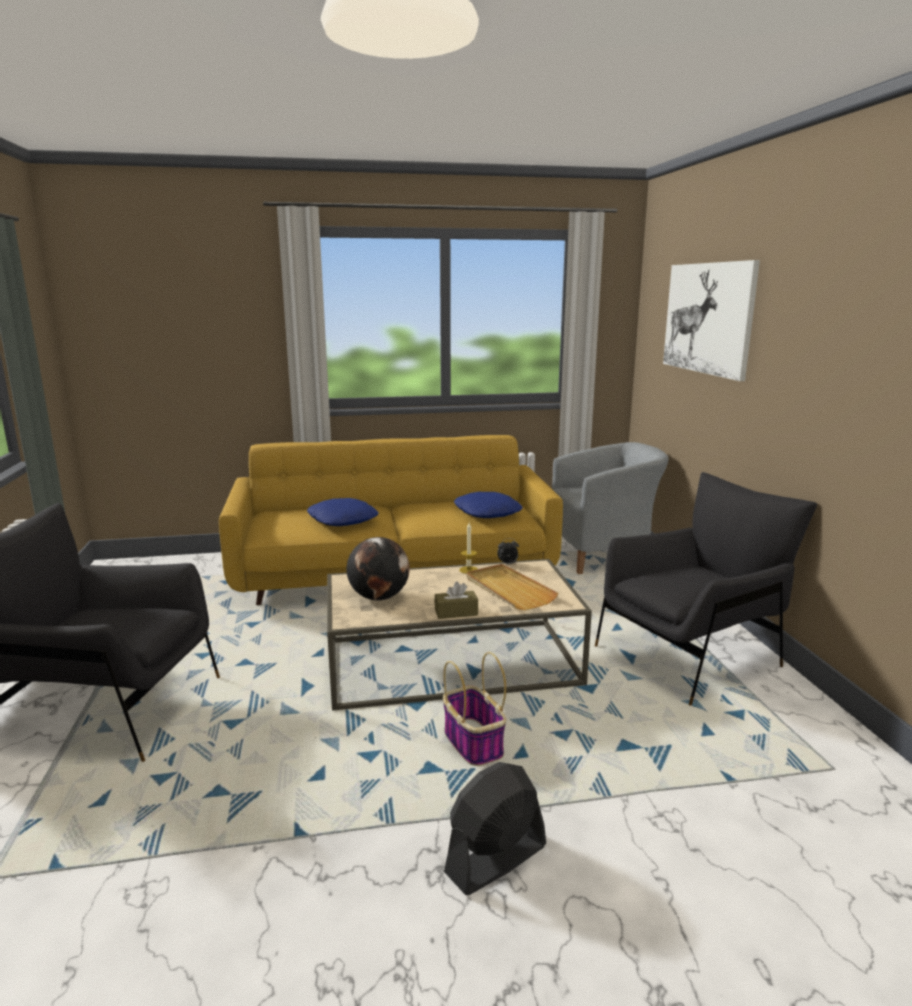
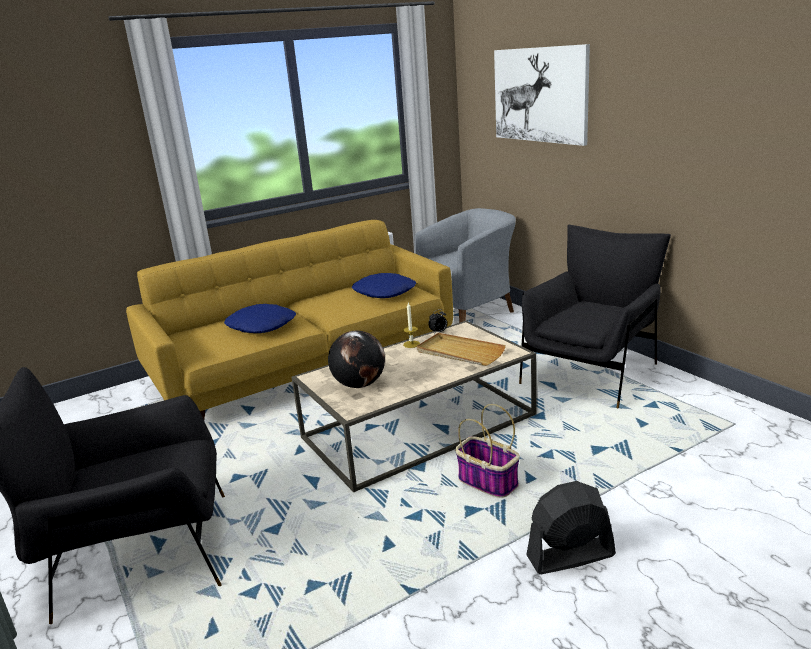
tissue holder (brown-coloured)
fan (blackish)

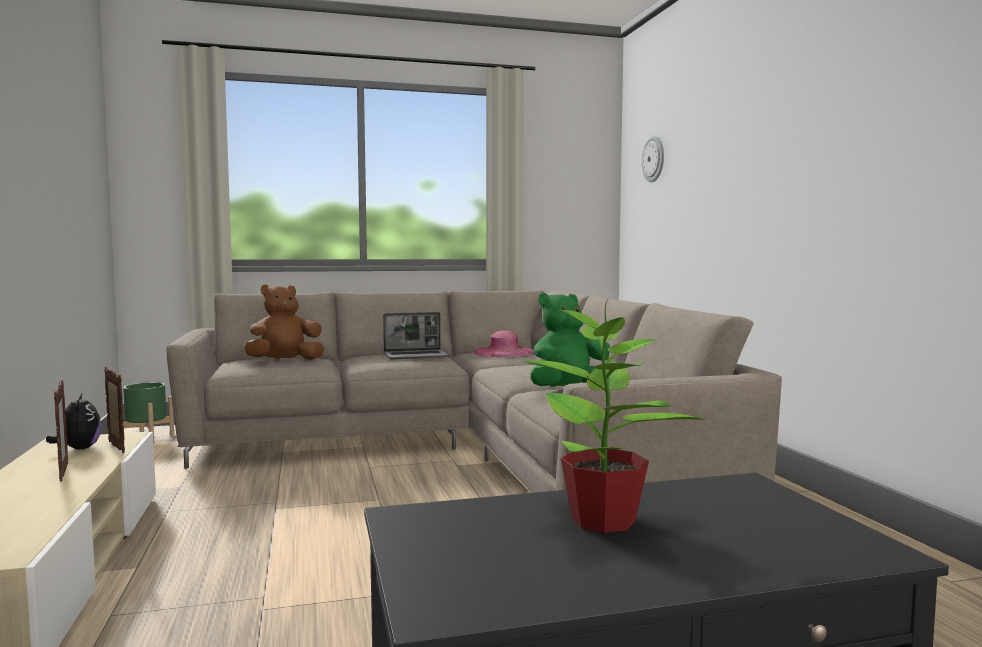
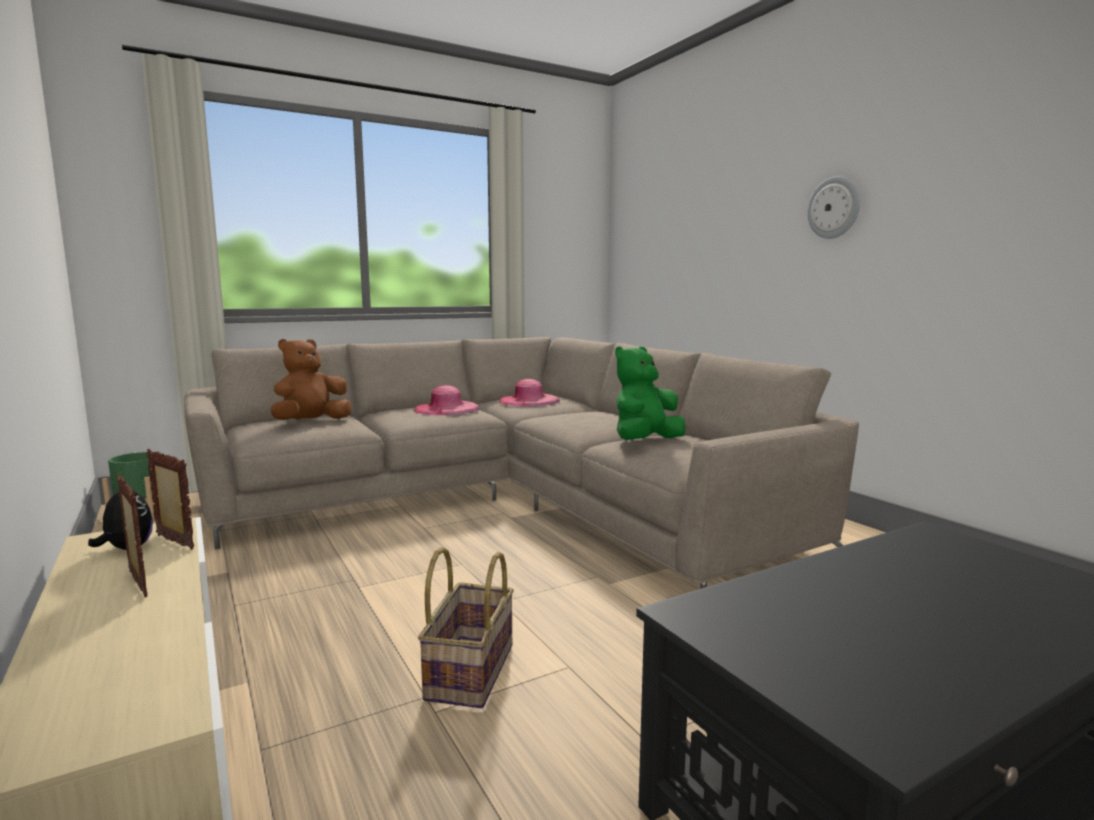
plant in a pot
storage basket
wall clock
hat (pink) (1st from left)

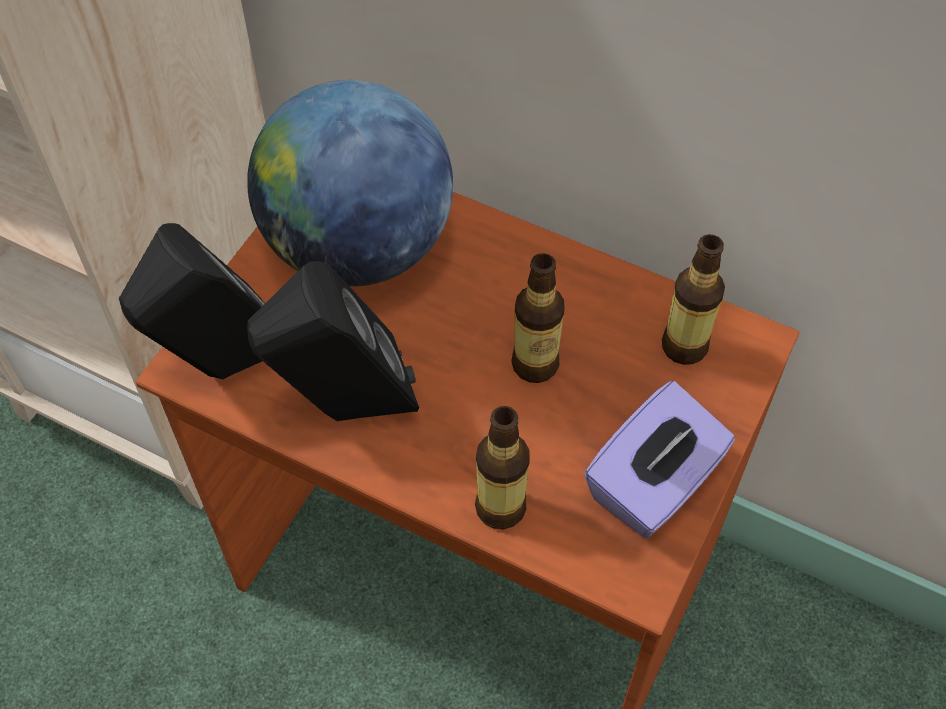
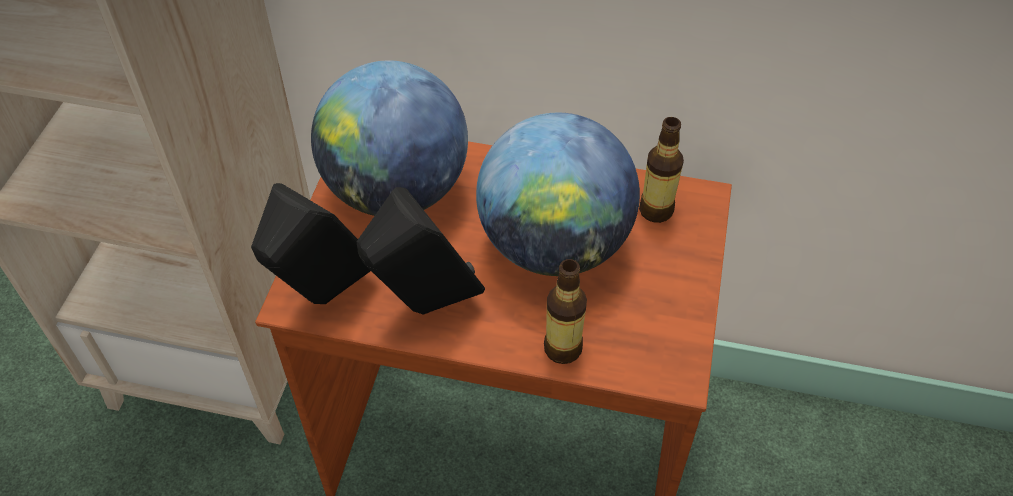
tissue holder (purple-coloured)
desk globe (2nd from left)

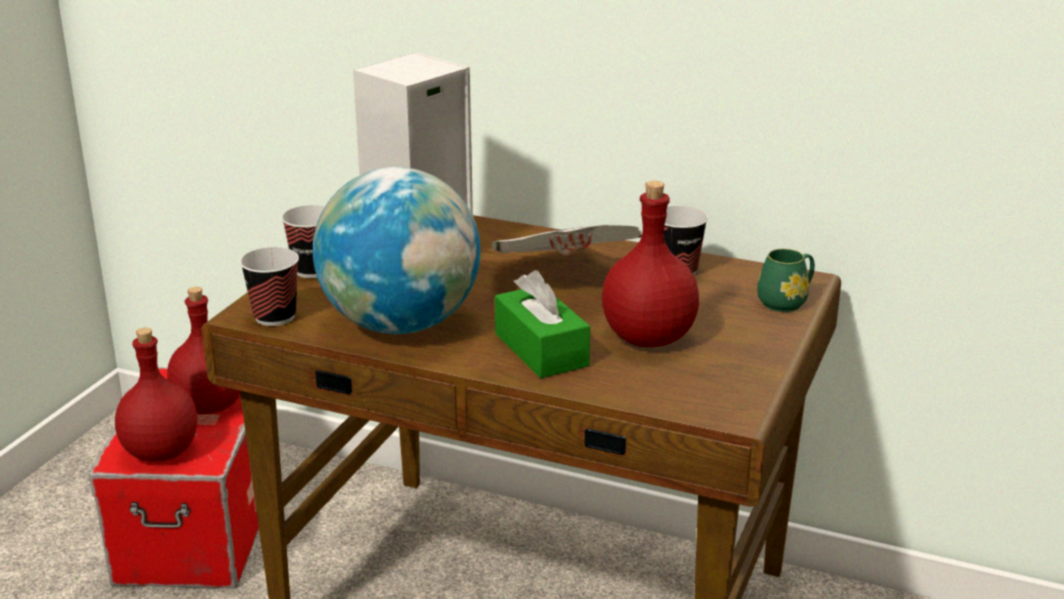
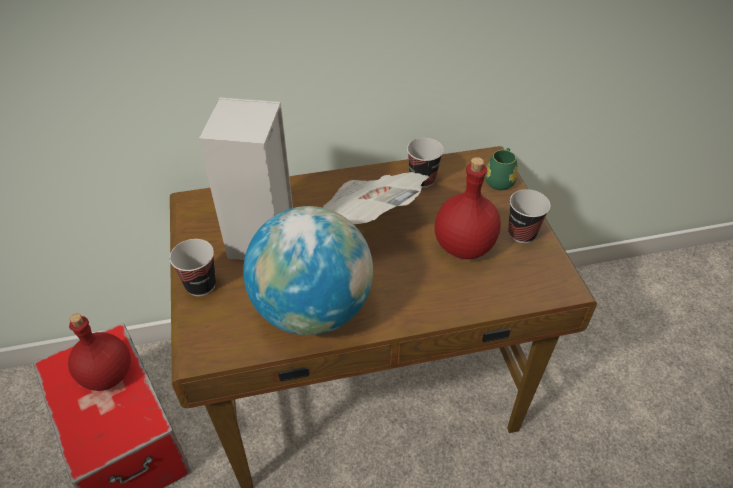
beverage bottle (red-coloured) (1st from left in the first image)
tissue holder (green)
cup (3rd from left)

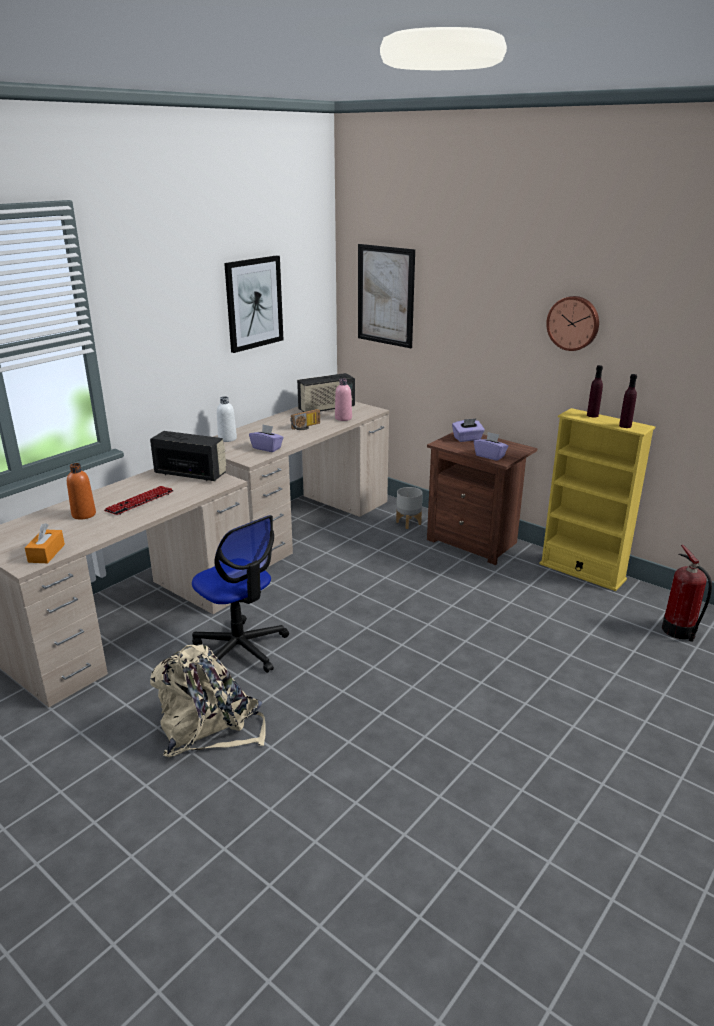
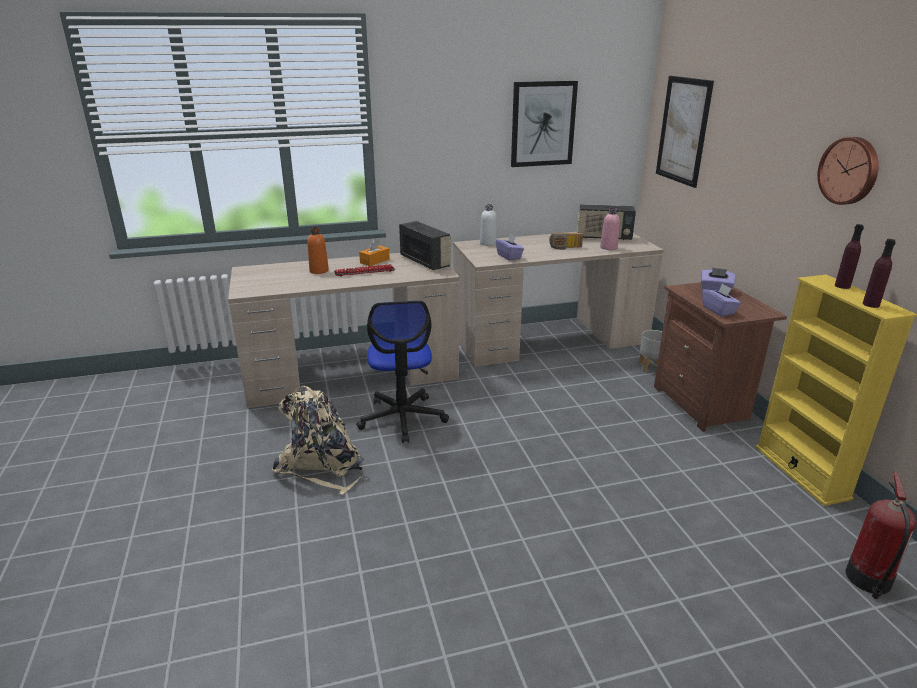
tissue holder (orange-coloured)

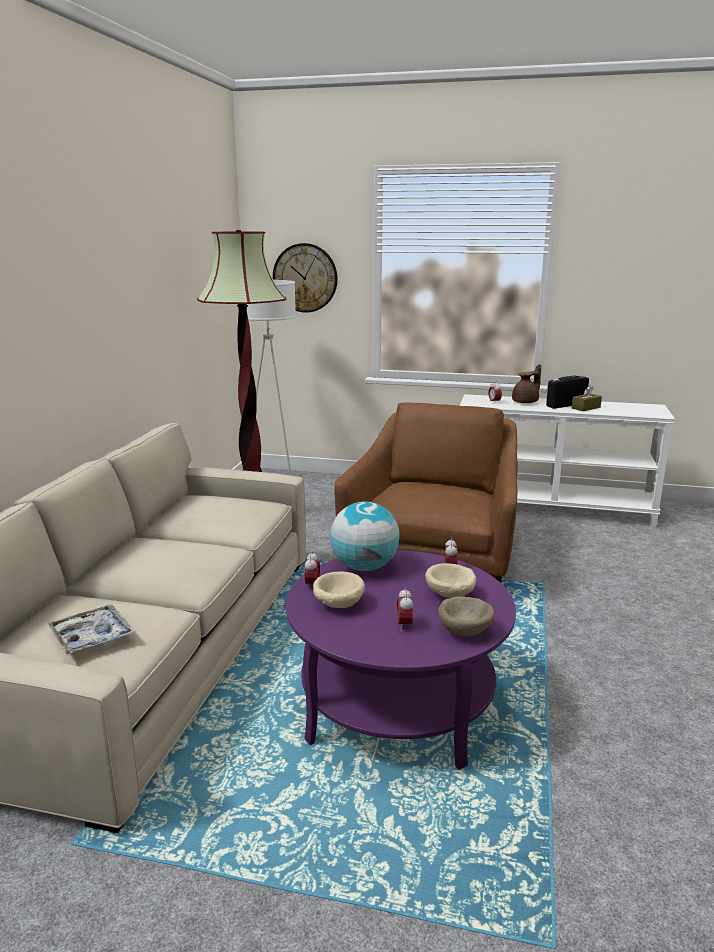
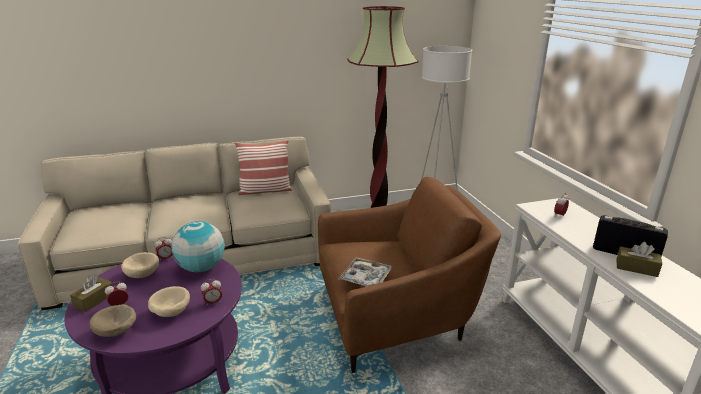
wall clock
tea pot (brown-coloured)
tissue holder (brown-coloured) (1st from left)
cushion
tray

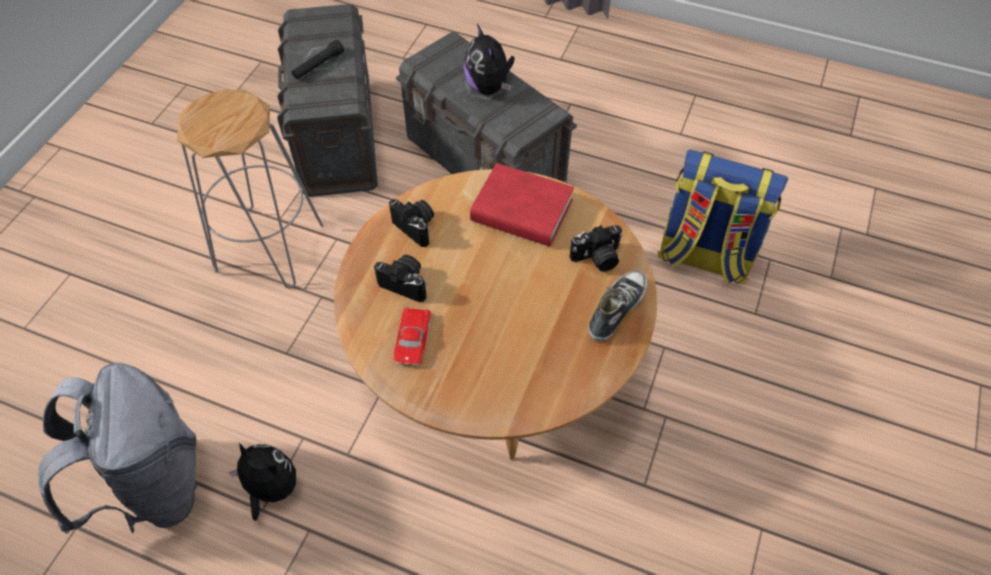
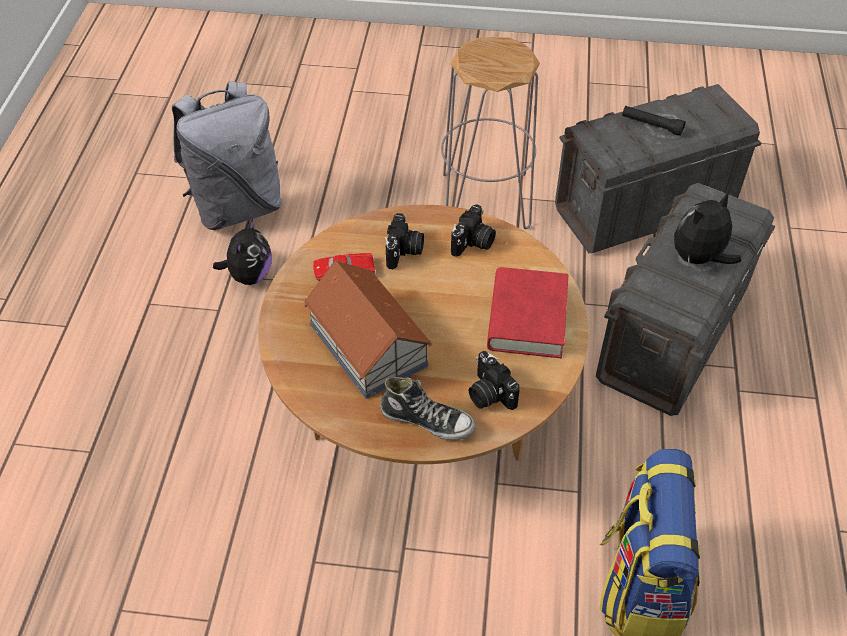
miniature house

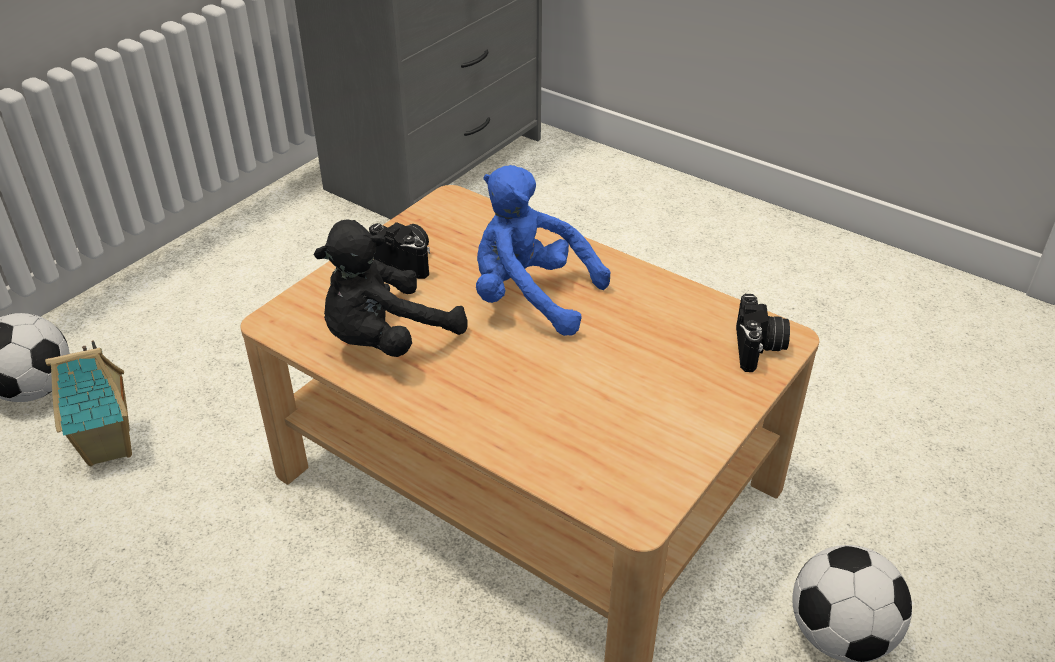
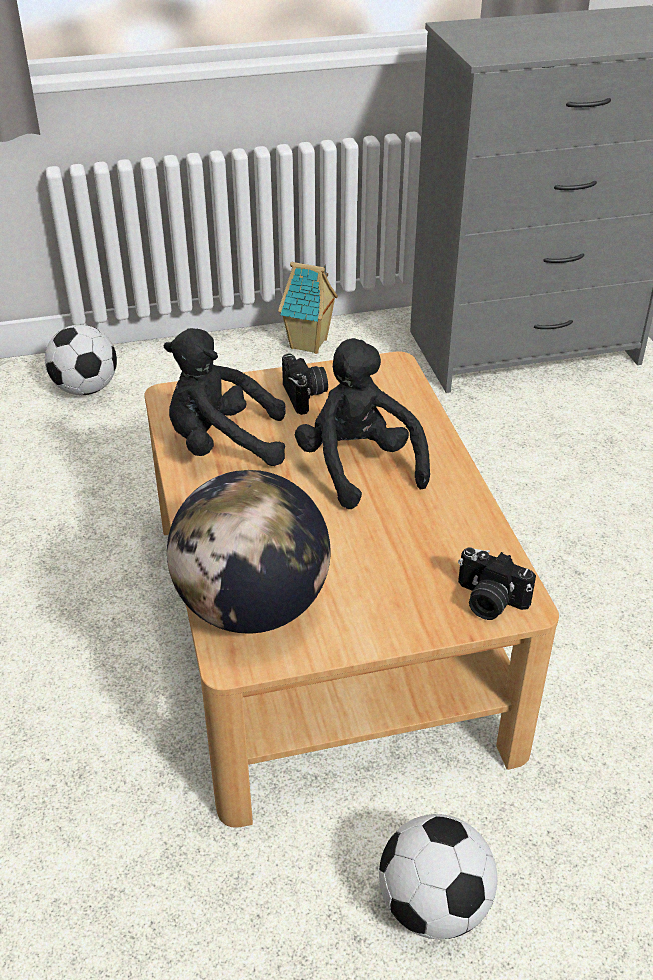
desk globe
miniature house
cuddly toy (blackish) (2nd from left)
still camera (2nd from left)

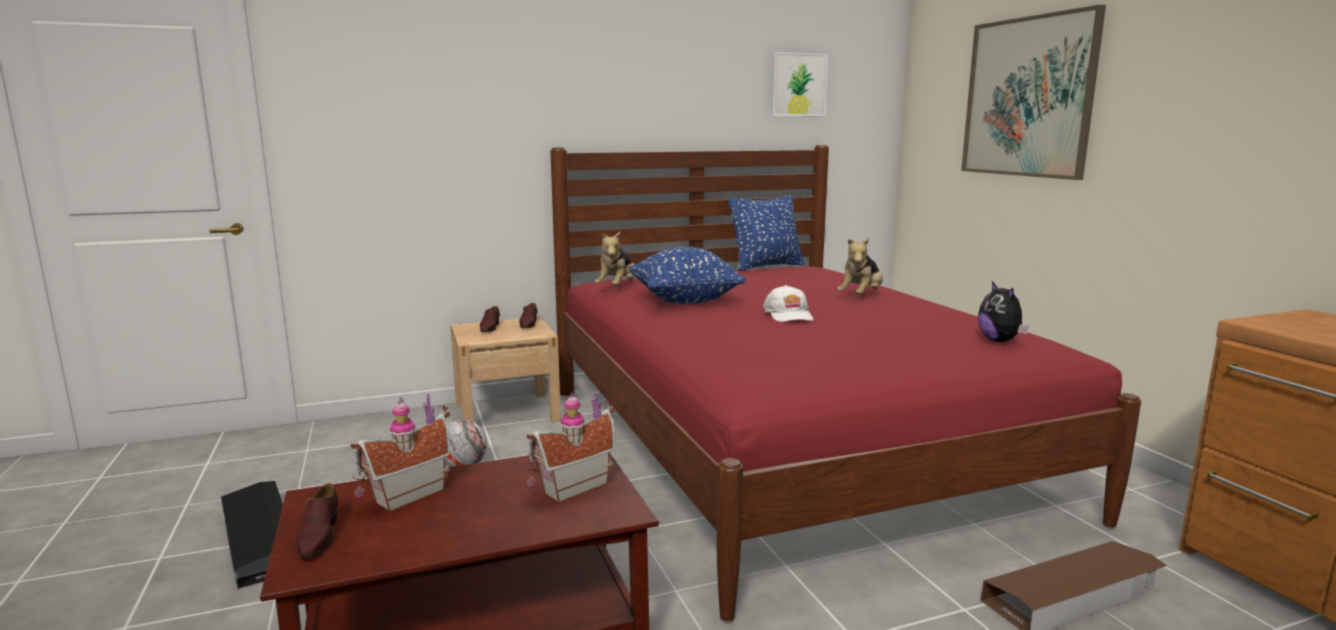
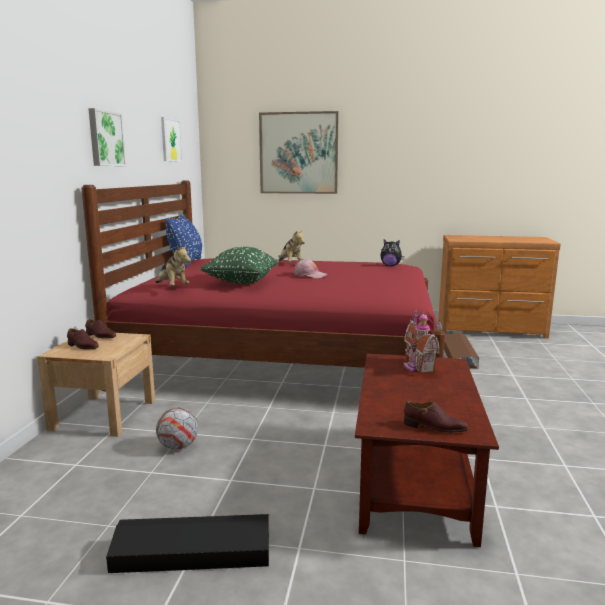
miniature house (1st from left in the first image)
picture (1st from left)
cushion (green)
baseball cap (pink)

